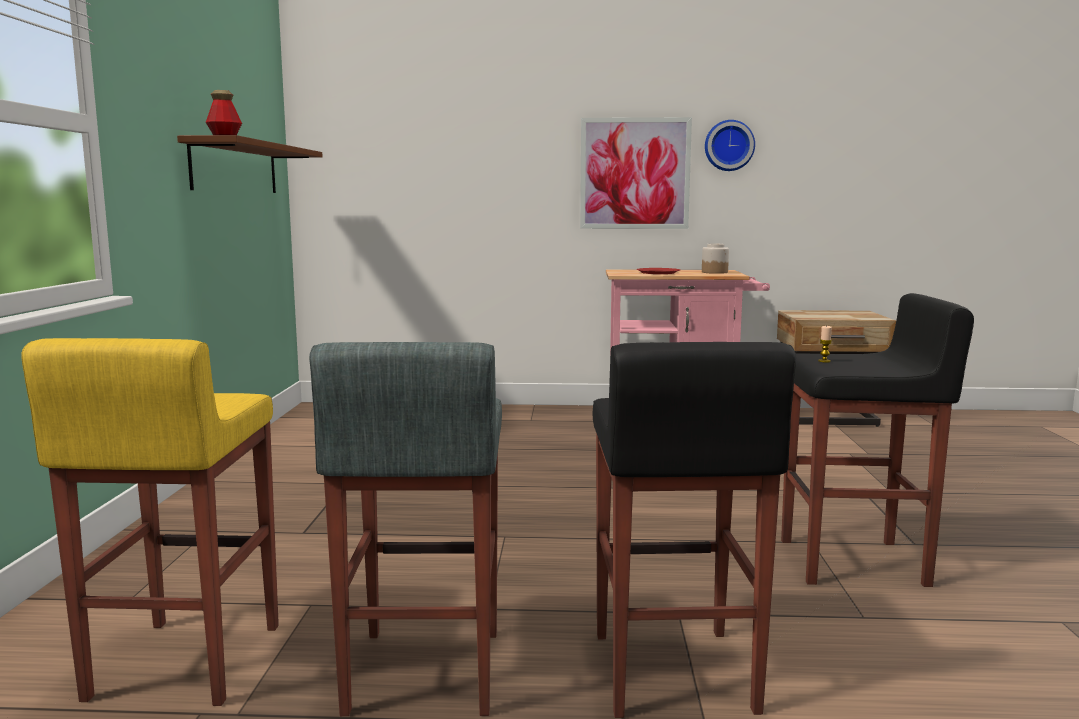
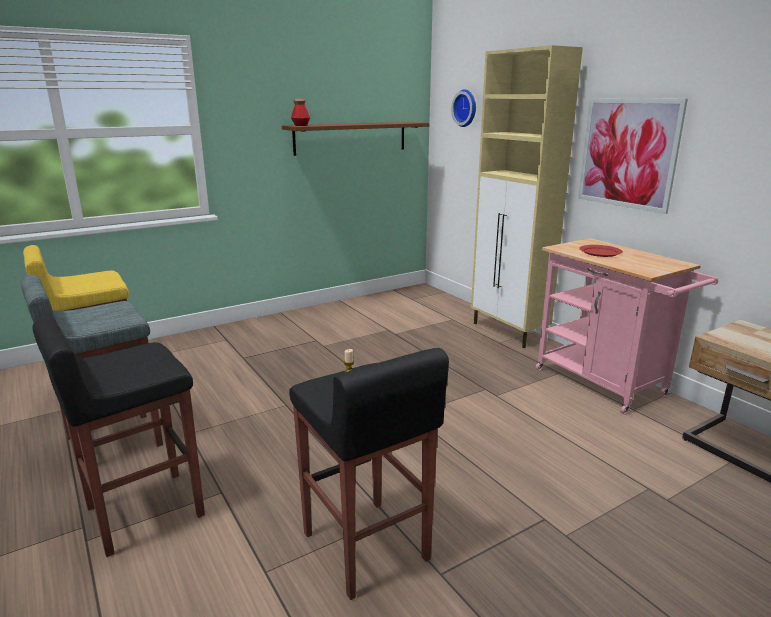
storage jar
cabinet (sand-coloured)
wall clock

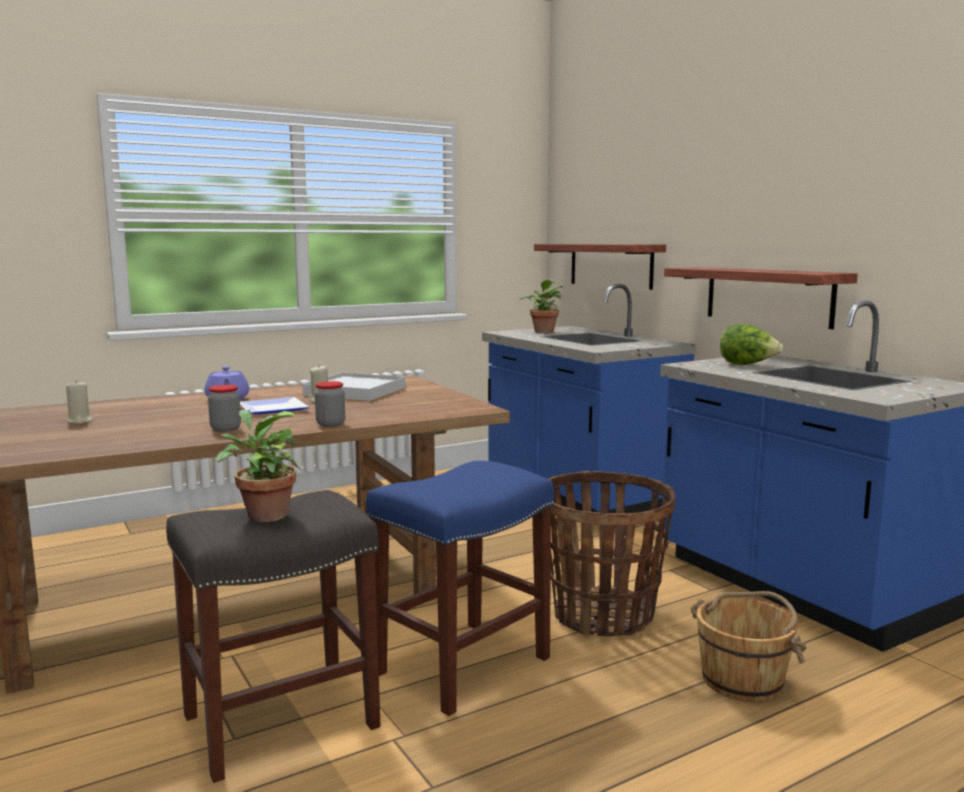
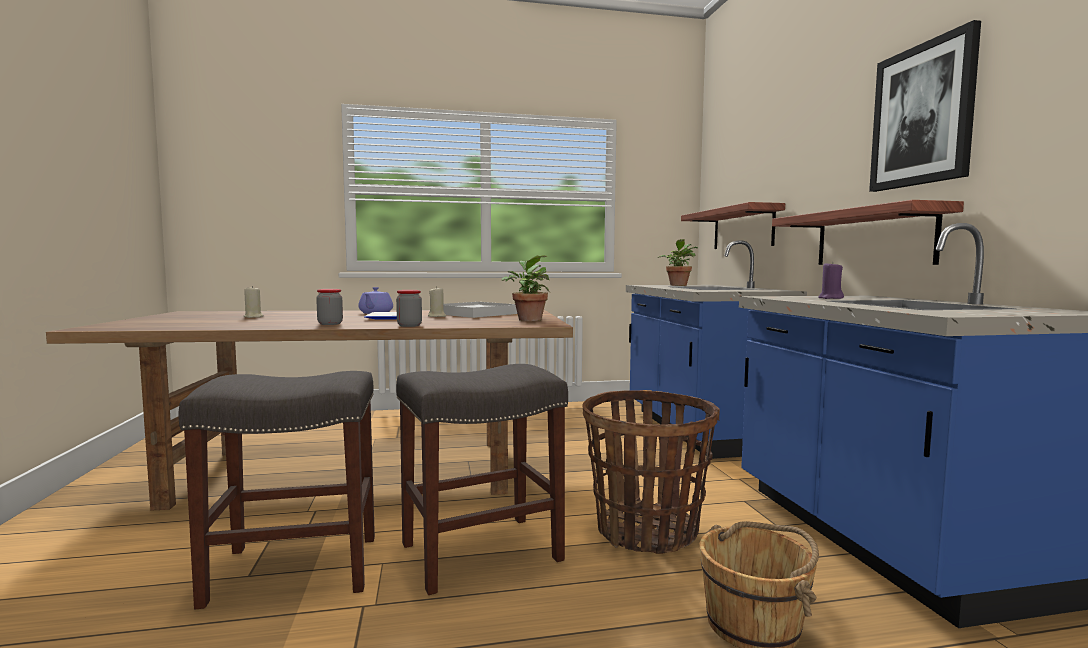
picture
plant in a pot (1st from left)
wax candle (purple-coloured)
stool seat (greyish) (2nd from left)

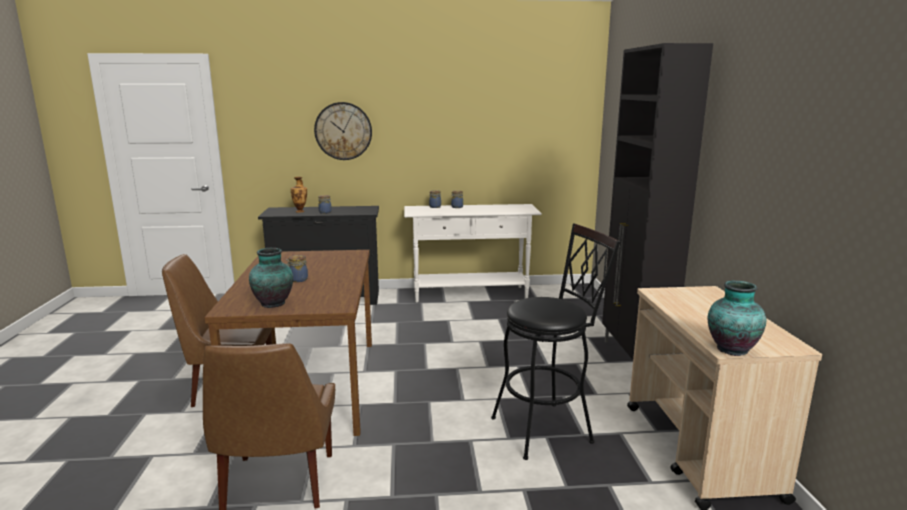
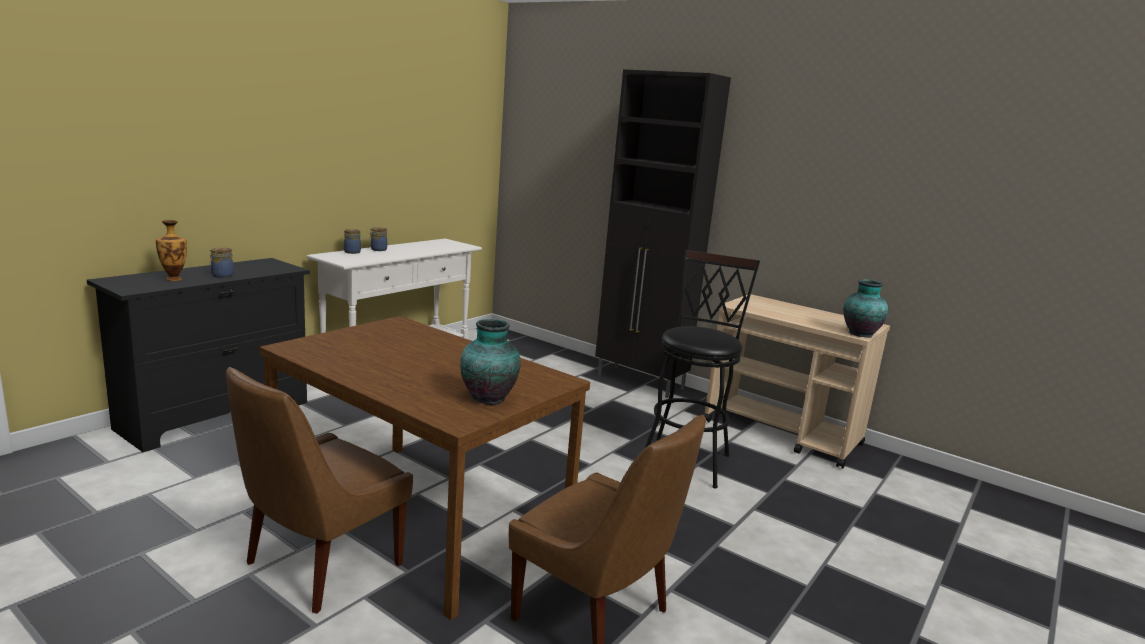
storage jar (1st from left in the first image)
wall clock

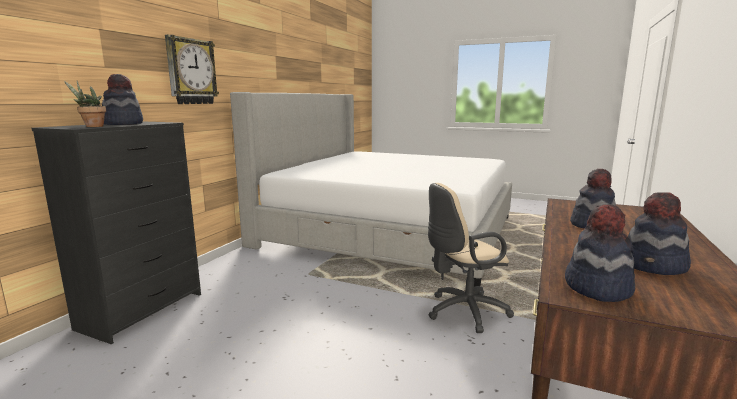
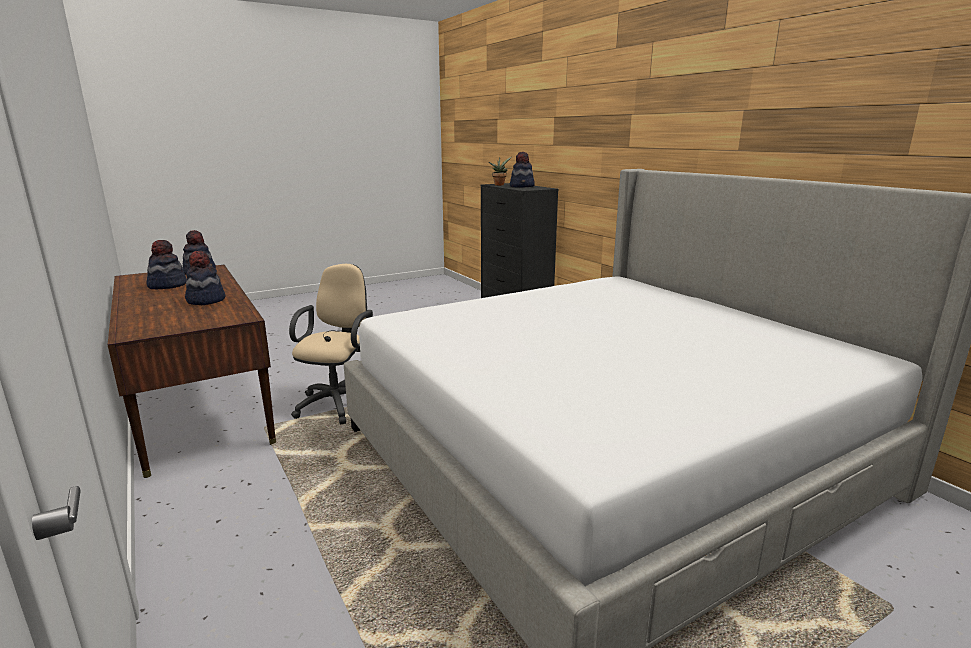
wall clock

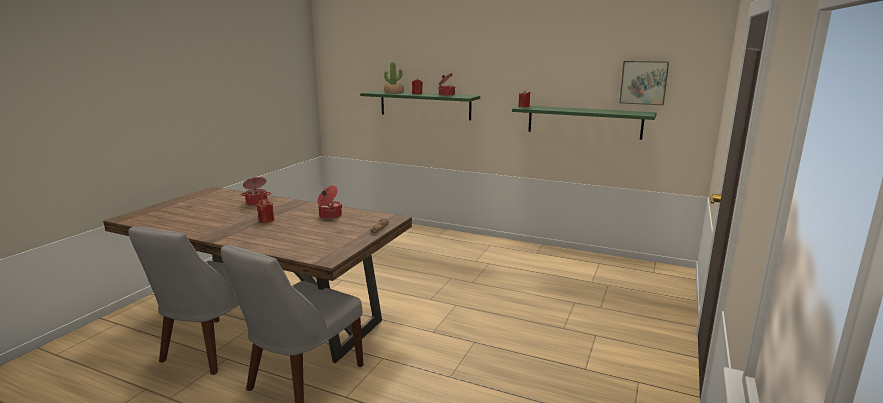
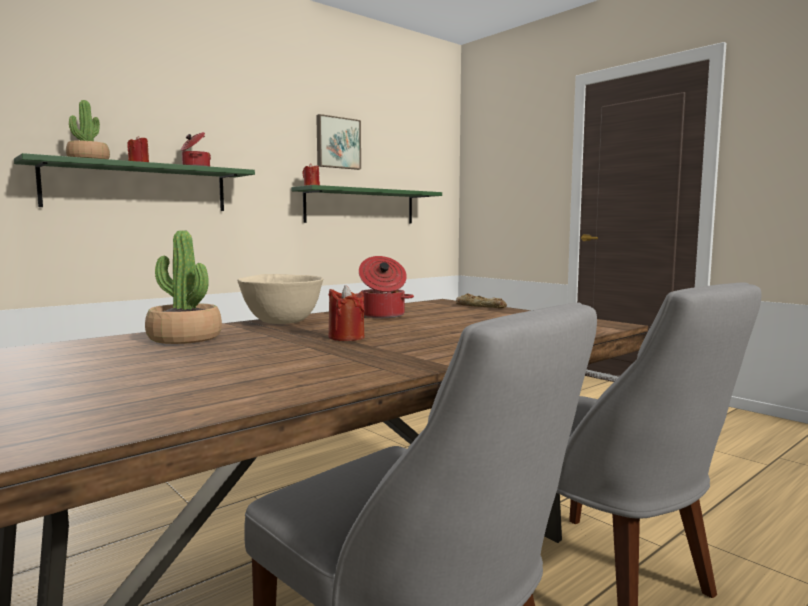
bowl (sand-coloured)
picture
plant in a pot (2nd from left)

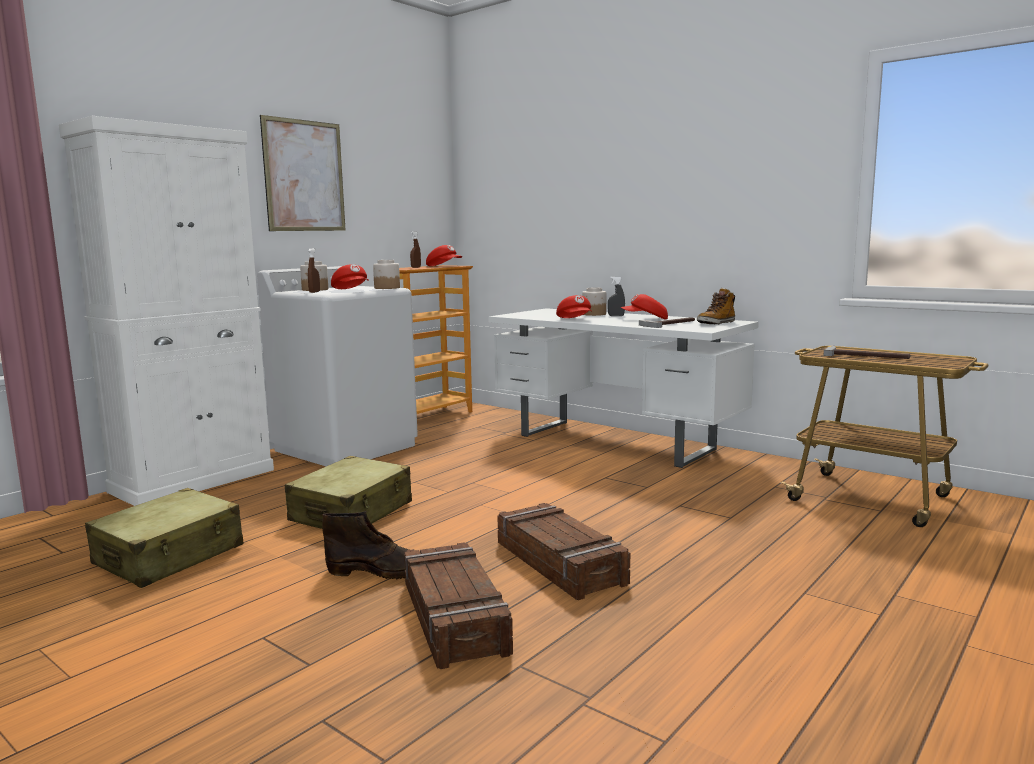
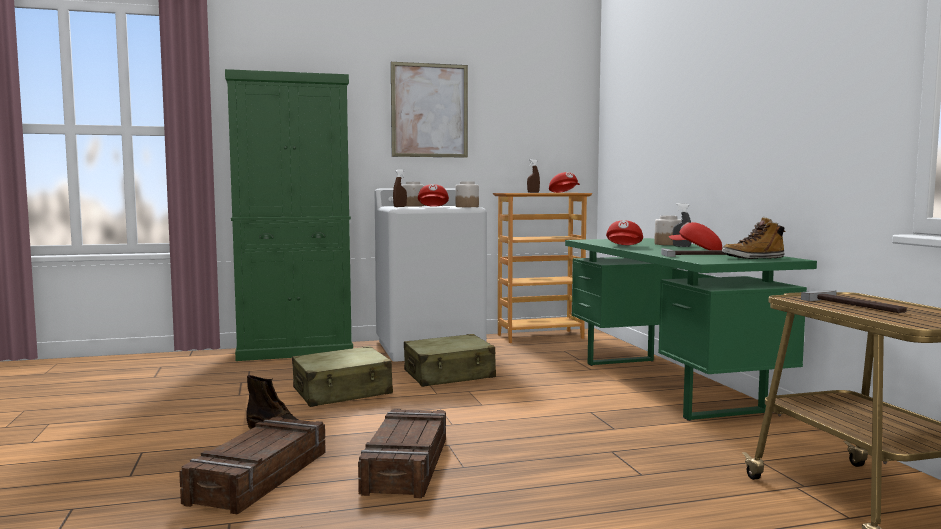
suitcase (sand-coloured) (2nd from left)
cabinet (green)
desk (green)

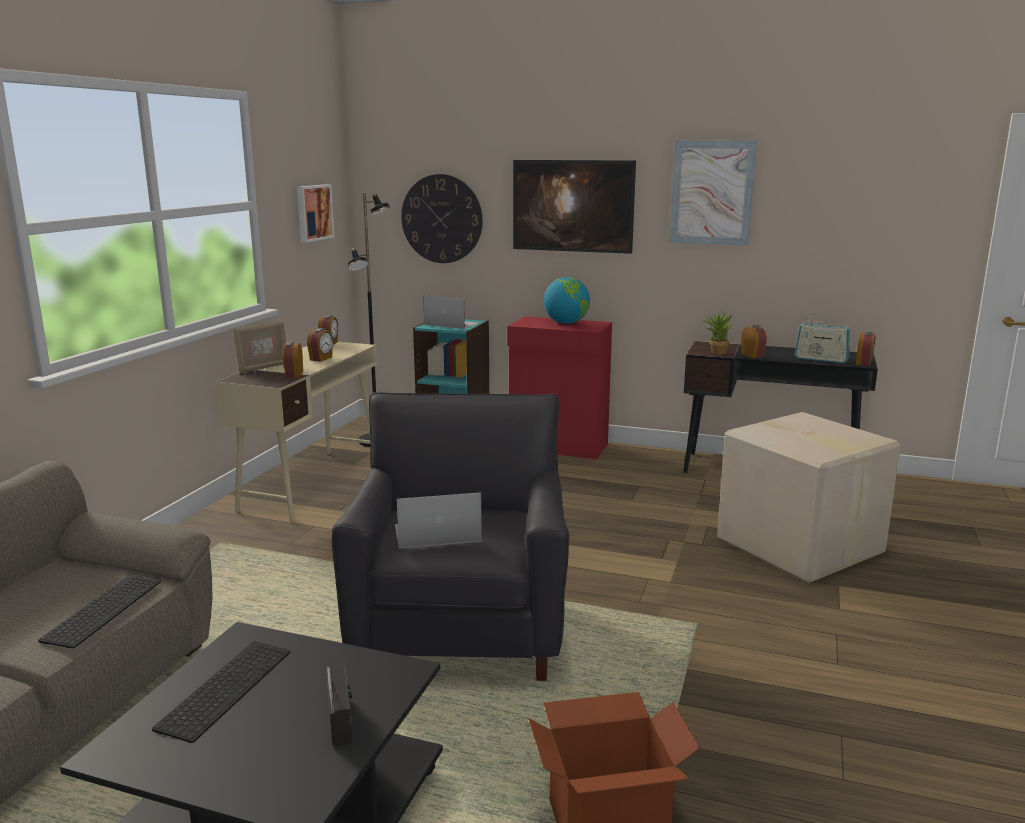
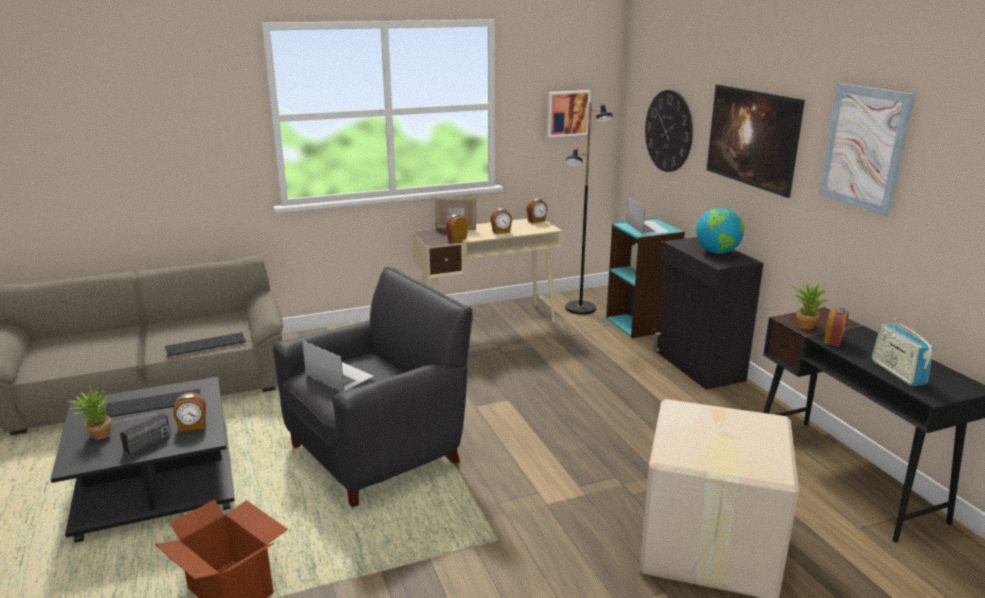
plant in a pot (1st from left)
bedside clock (1st from left)
cabinet (blackish)

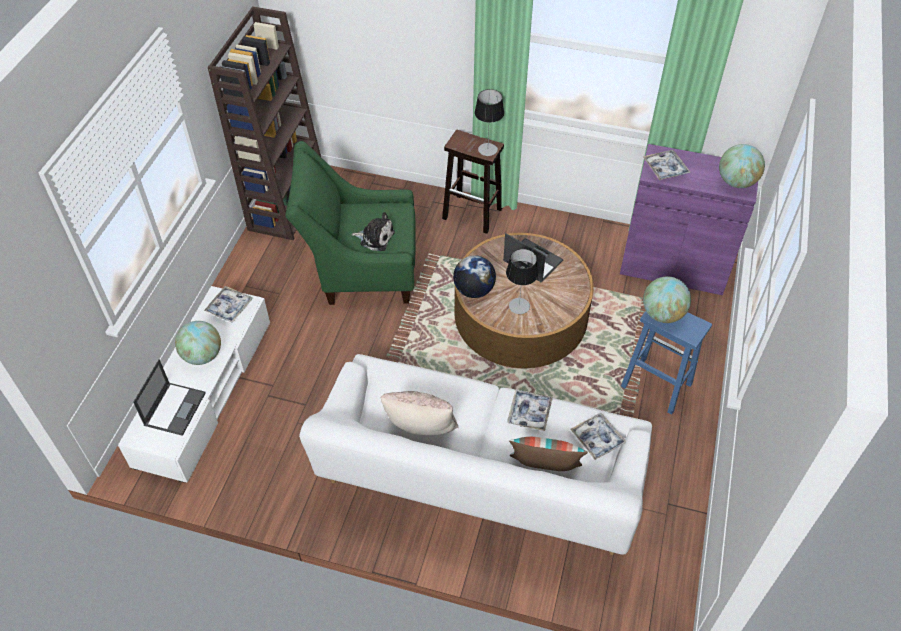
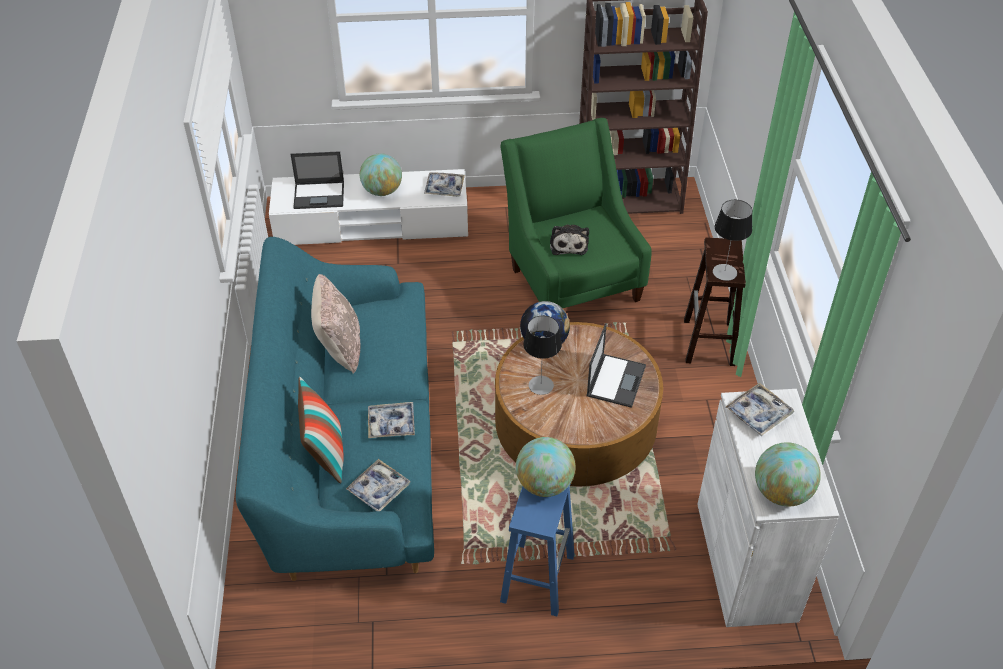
couch (blue-green)
cabinet (white)

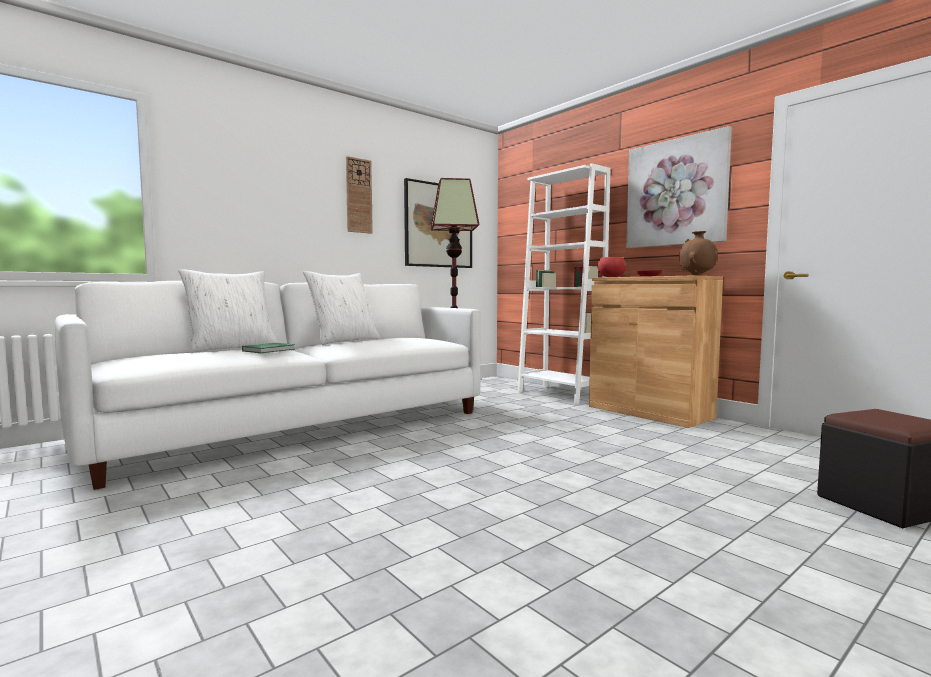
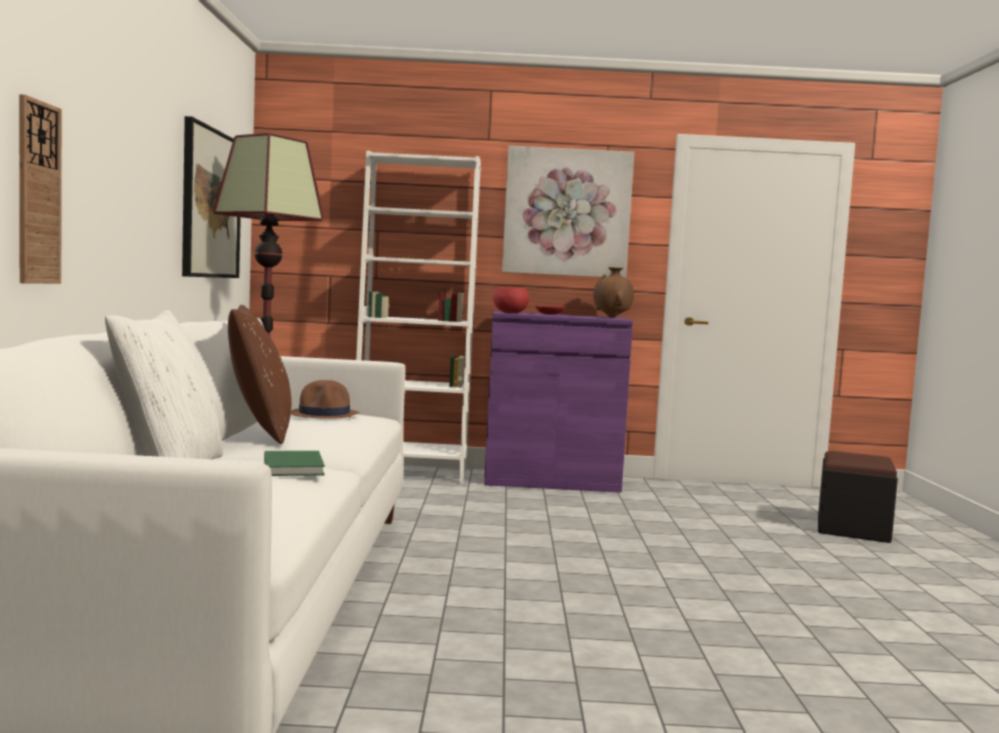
hat (brown-coloured)
wall clock
cushion (brown-coloured)
cabinet (purple-coloured)

